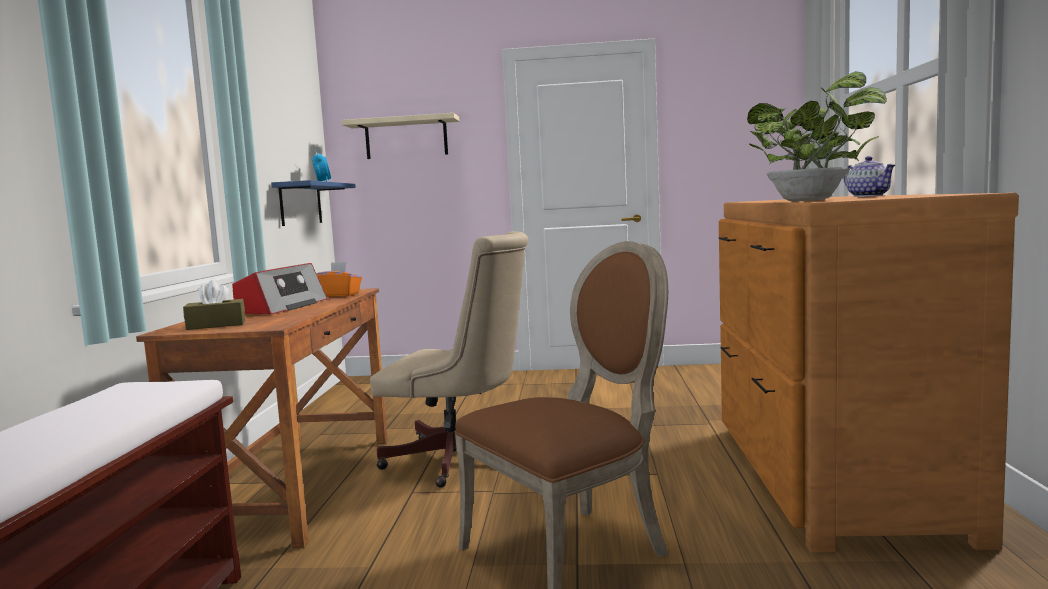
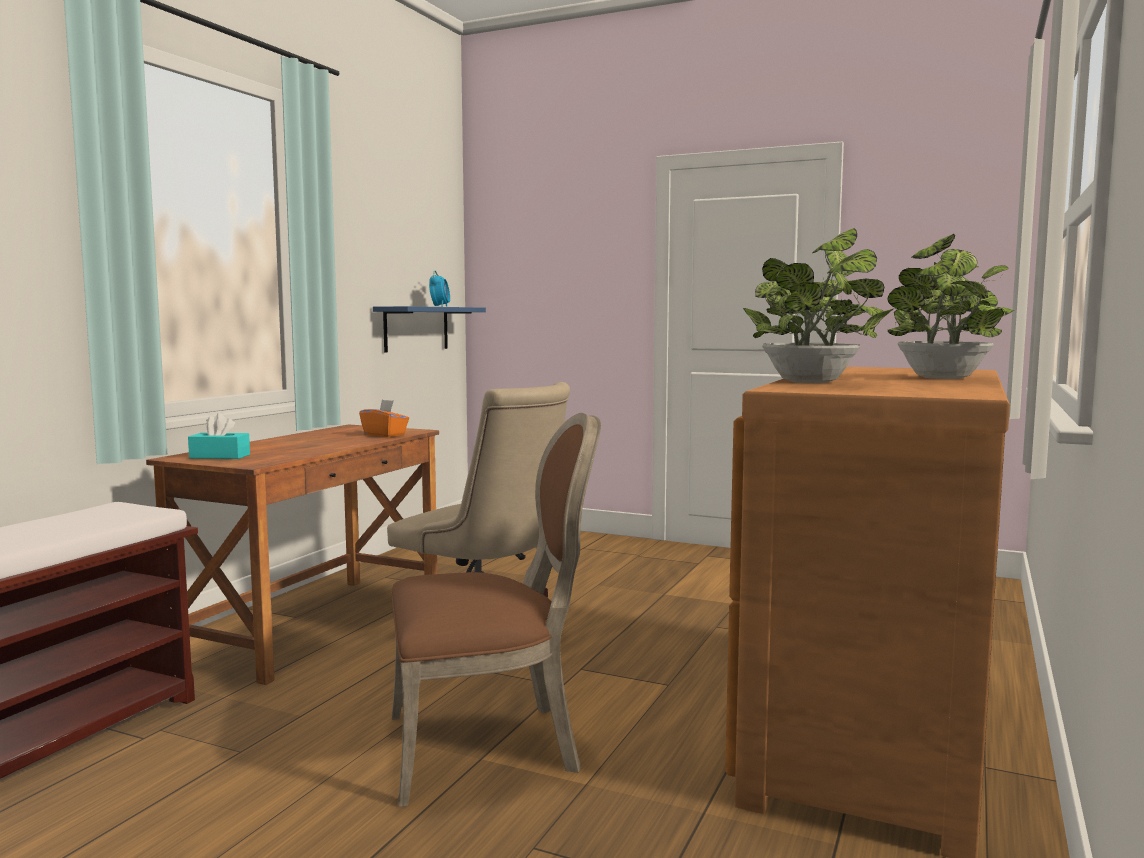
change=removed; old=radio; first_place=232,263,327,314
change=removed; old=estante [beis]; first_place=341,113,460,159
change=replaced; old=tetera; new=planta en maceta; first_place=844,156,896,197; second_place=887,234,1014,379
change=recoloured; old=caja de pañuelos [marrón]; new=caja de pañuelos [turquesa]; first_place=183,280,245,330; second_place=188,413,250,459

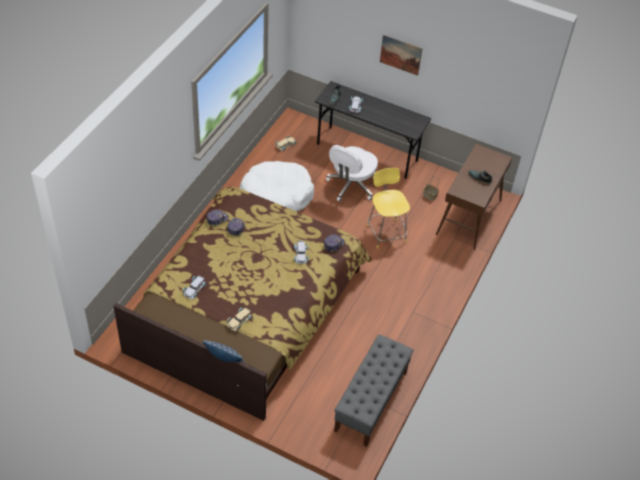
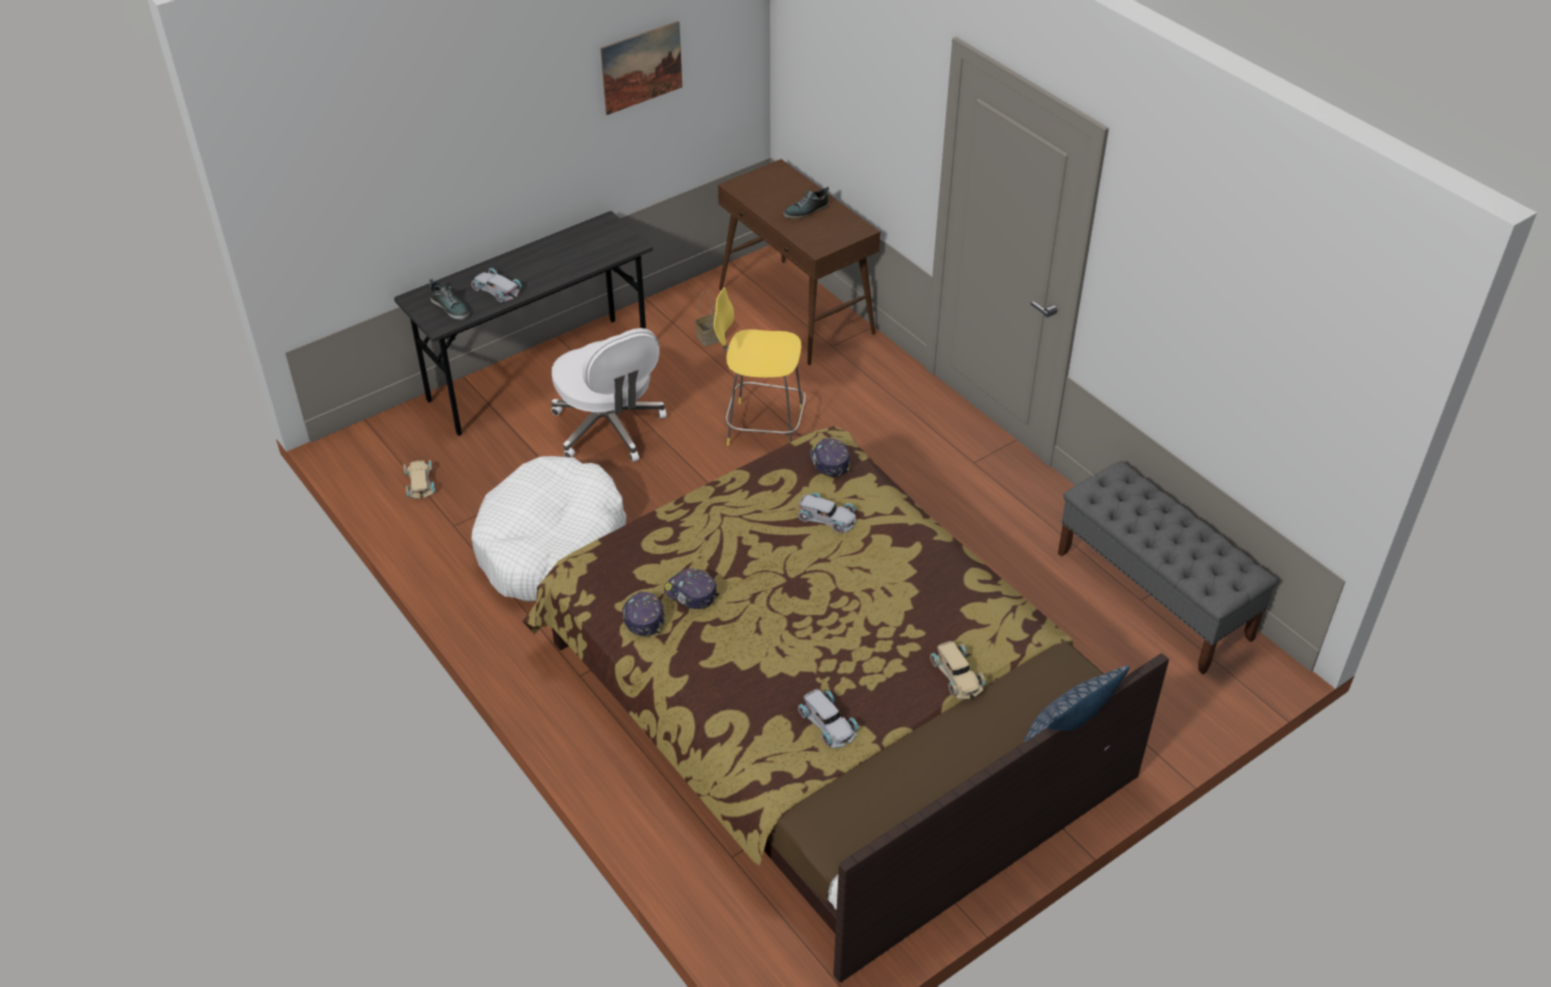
change=moved; old=cuadro; first_place=380,35,423,76; second_place=600,21,682,115

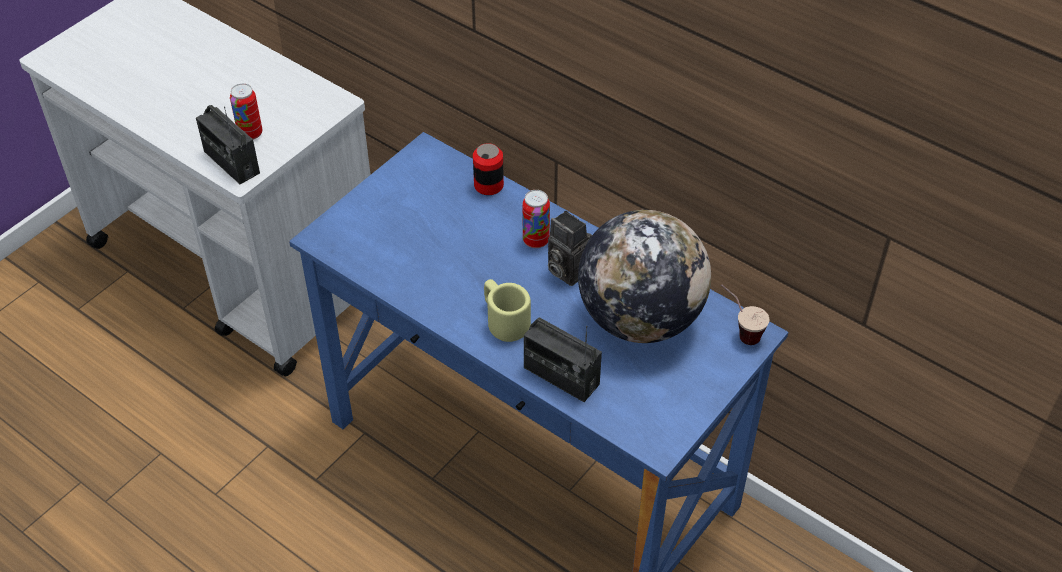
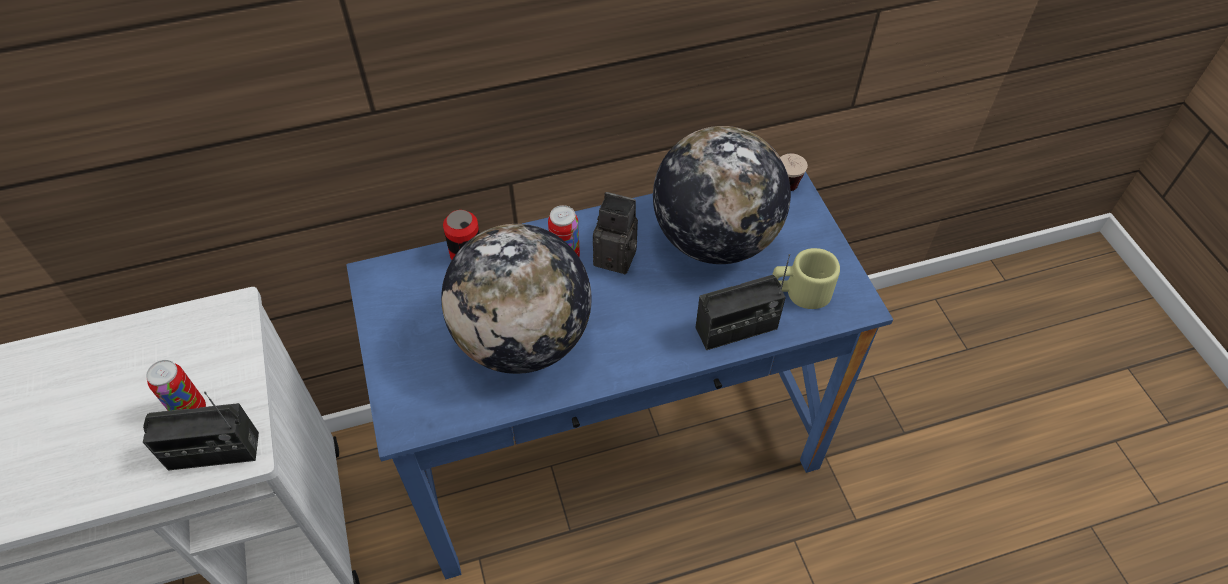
change=added; new=globo terráqueo; second_place=441,224,592,374
change=moved; old=taza grande [beis]; first_place=484,279,531,342; second_place=772,248,840,309
change=turned; old=cámara; first_place=548,211,592,286; second_place=593,192,638,274; degrees=-150

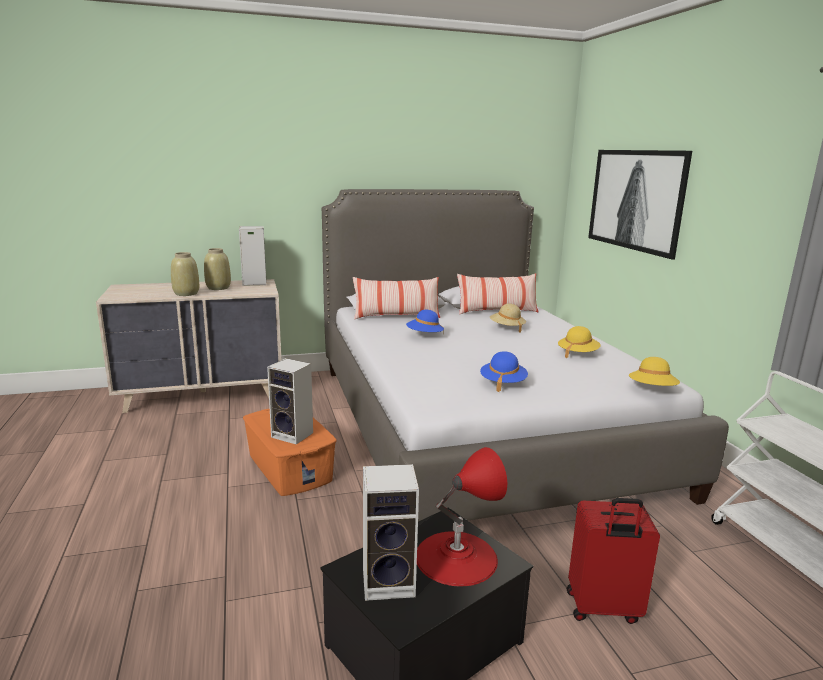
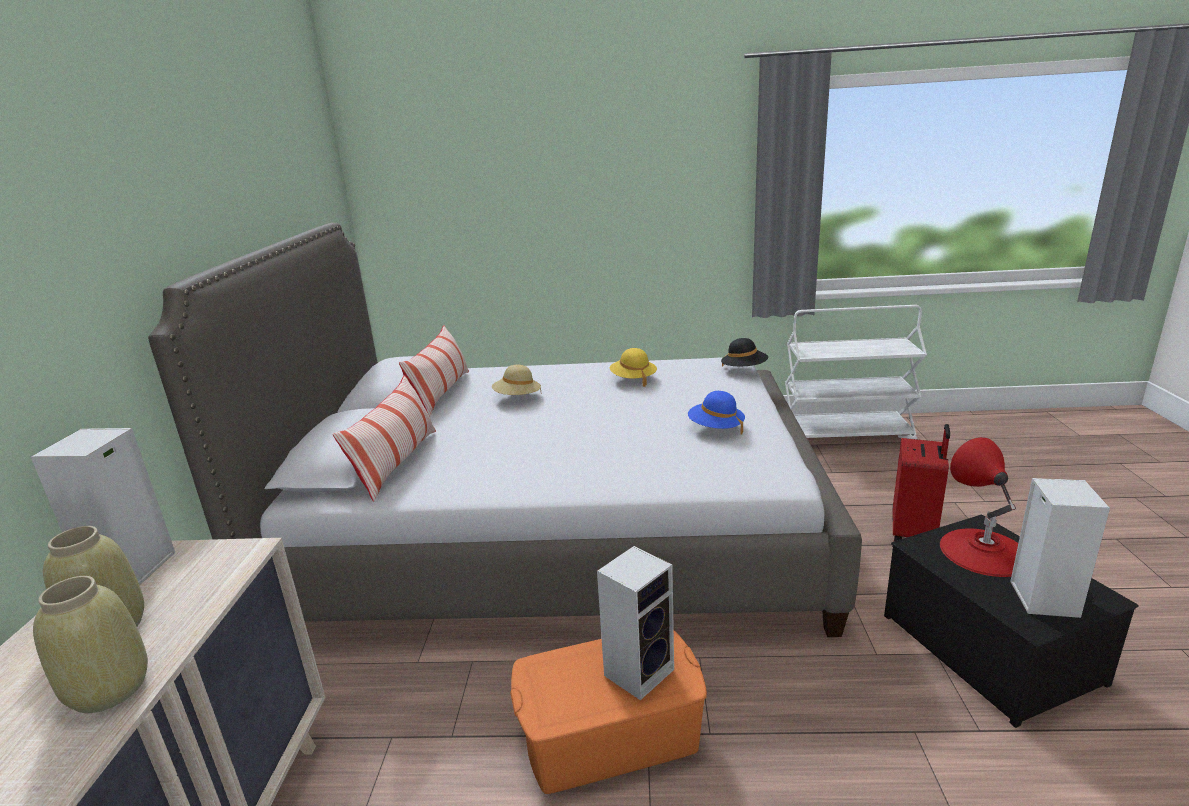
change=removed; old=sombrero [azul]; first_place=406,310,444,332
change=removed; old=cuadro; first_place=588,150,692,259
change=recoloured; old=sombrero [amarillo]; new=sombrero [negro]; first_place=629,357,680,386; second_place=721,338,768,367

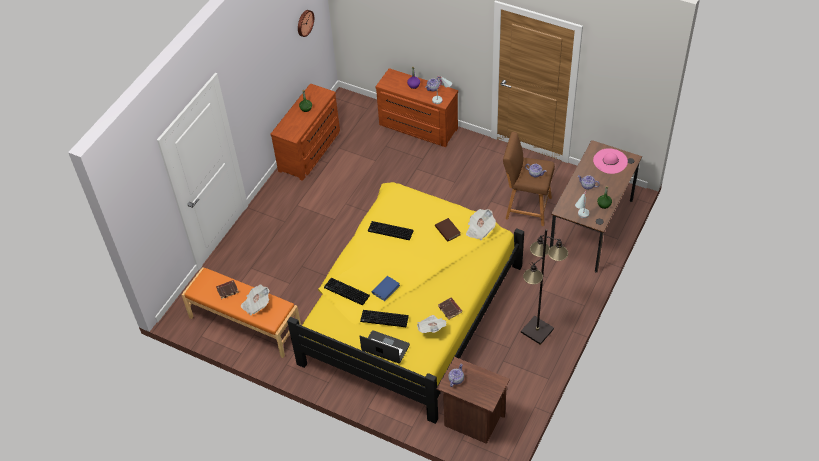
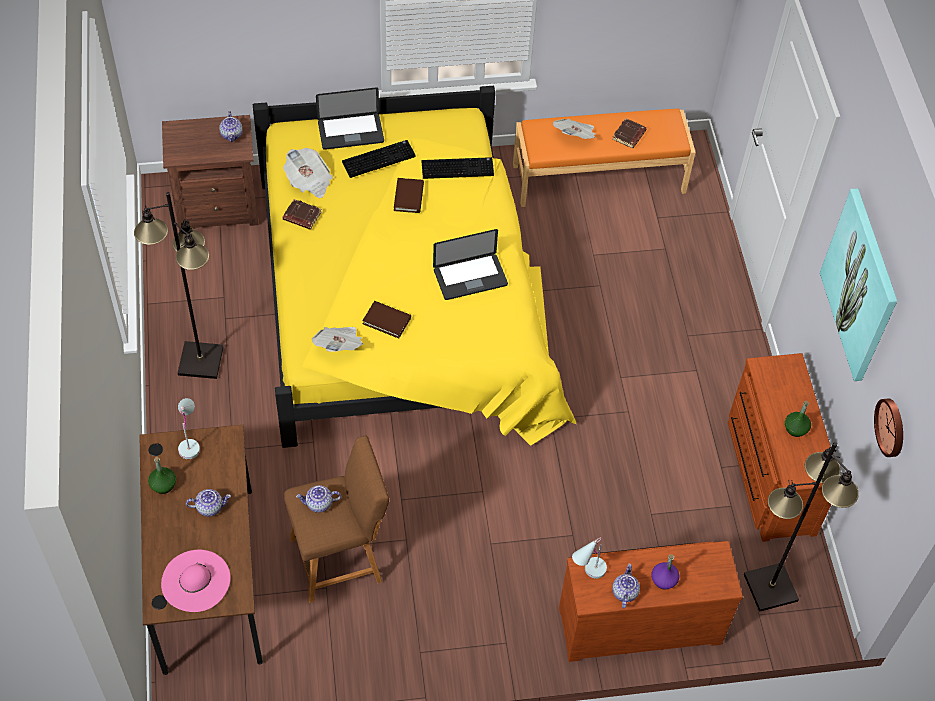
change=added; new=lámpara de pie [negro]; second_place=744,442,859,612
change=added; new=cuadro; second_place=820,188,897,381
change=replaced; old=teclado; new=portátil; first_place=368,221,413,240; second_place=433,229,508,300
change=recoloured; old=libro [azul]; new=libro [marrón]; first_place=372,276,400,301; second_place=394,178,424,213

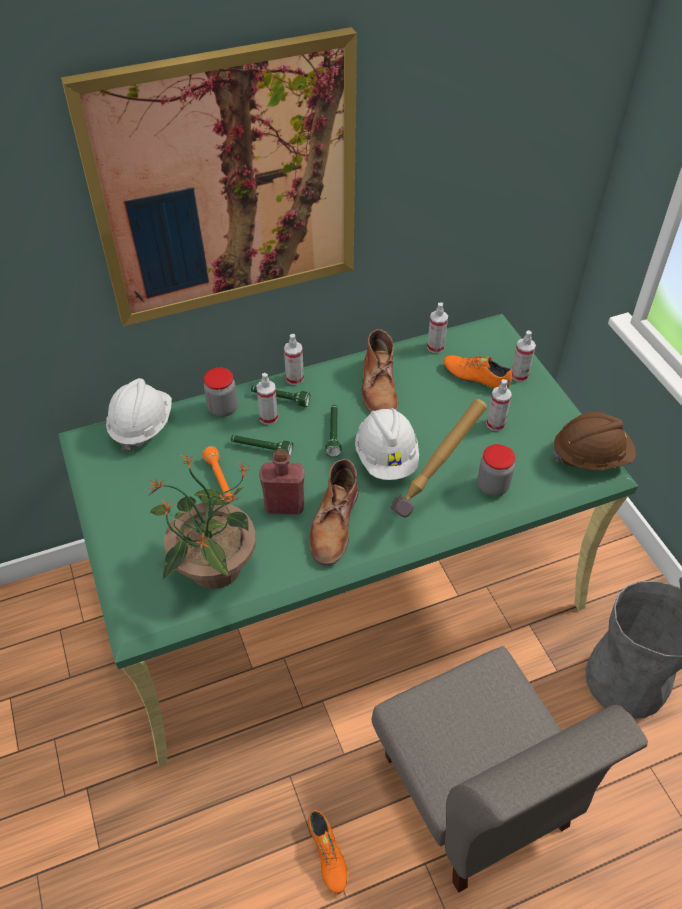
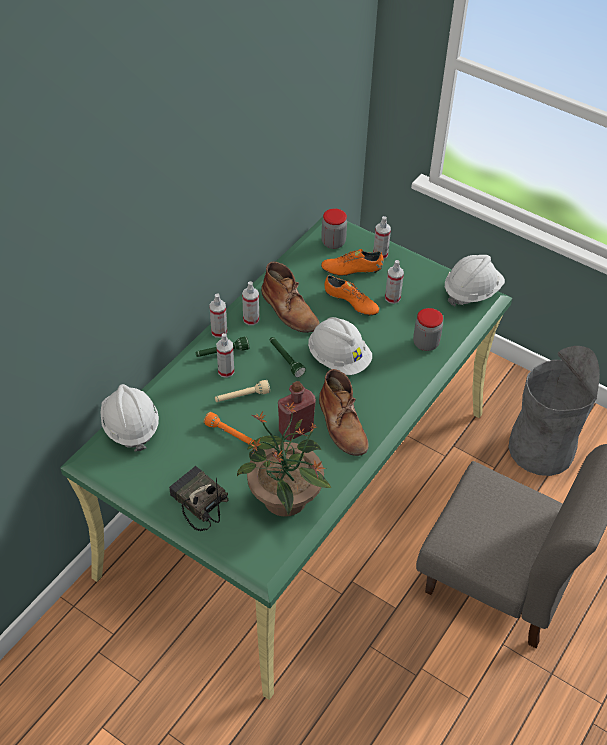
change=removed; old=cuadro; first_place=61,27,357,326
change=removed; old=martillo; first_place=391,399,487,518
change=added; new=radio; second_place=169,466,228,531
change=moved; old=tarro; first_place=204,368,238,417; second_place=321,208,347,249
change=moved; old=zapato [naranja]; first_place=308,810,347,894; second_place=324,275,379,316
change=moved; old=pulverizador; first_place=427,303,448,353; second_place=242,281,259,325
change=recoloured; old=linterna [verde]; new=linterna [beis]; first_place=231,435,293,457; second_place=215,380,270,402
change=recoloured; old=casco [marrón]; new=casco [blanco]; first_place=552,412,636,470; second_place=445,255,505,306

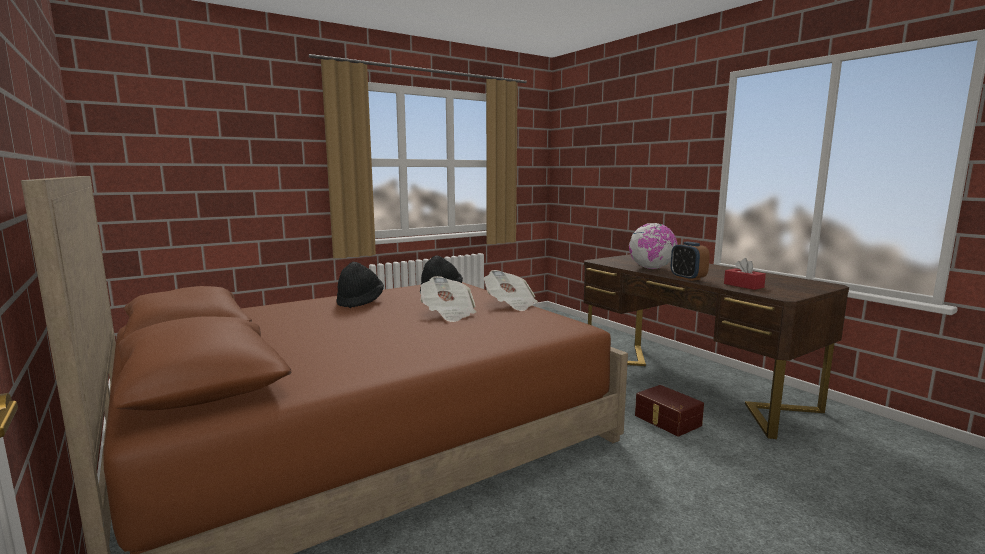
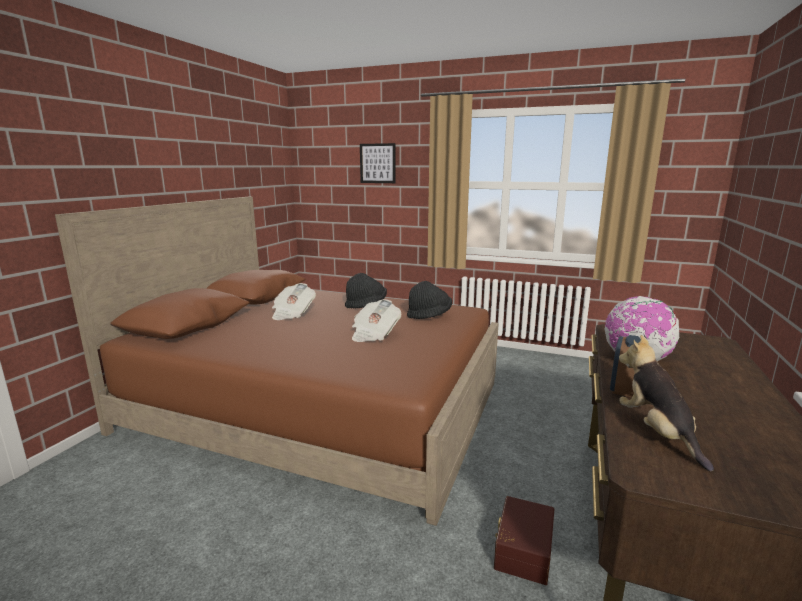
change=added; new=cuadro; second_place=360,143,396,183
change=moved; old=periódico; first_place=484,270,538,311; second_place=272,283,316,320
change=replaced; old=caja de pañuelos [rojo]; new=peluche; first_place=724,258,766,290; second_place=619,335,714,472

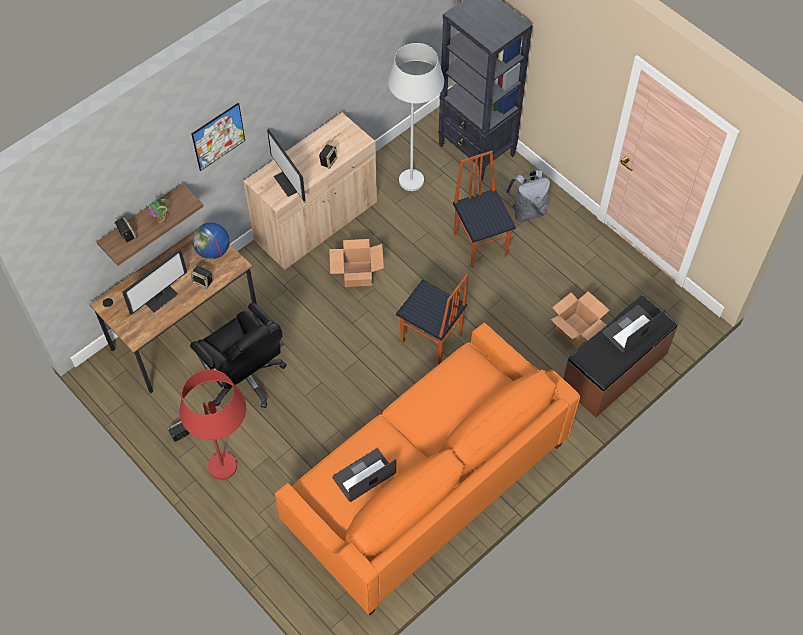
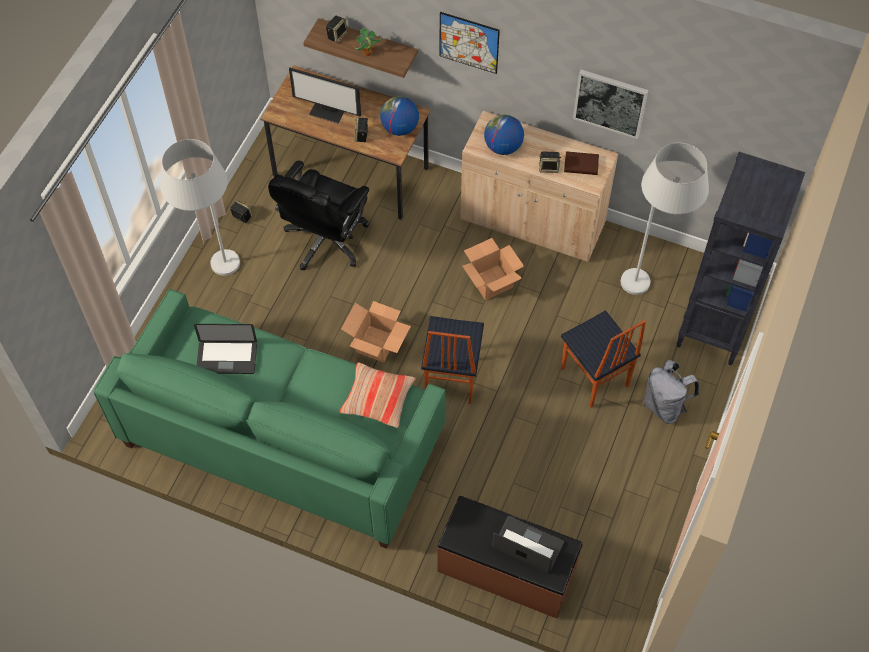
change=added; new=cojín; second_place=339,362,416,428
change=added; new=libro [marrón]; second_place=564,151,599,175
change=added; new=cuadro; second_place=573,69,648,139
change=moved; old=caja de cartón; first_place=550,291,610,348; second_place=341,301,411,363
change=replaced; old=monitor; new=globo terráqueo; first_place=267,129,306,201; second_place=484,115,524,155
change=recoloured; old=lámpara de pie [rojo]; new=lámpara de pie [blanco]; first_place=180,369,246,480; second_place=160,139,240,276
change=recoloured; old=sofá [naranja]; new=sofá [verde]; first_place=274,322,580,615; second_place=94,289,446,548
change=turned; old=portátil; first_place=332,449,396,502; second_place=194,324,257,374; degrees=150
change=turned; old=silla; first_place=453,151,516,268; second_place=561,310,646,408; degrees=105

